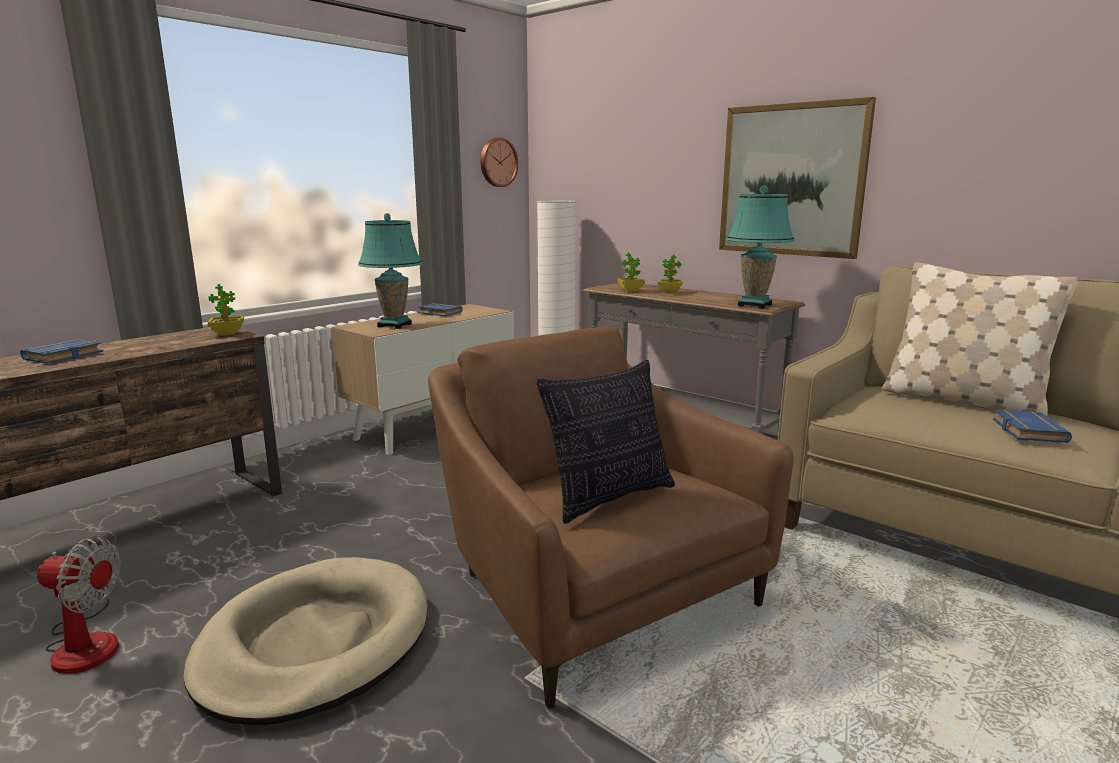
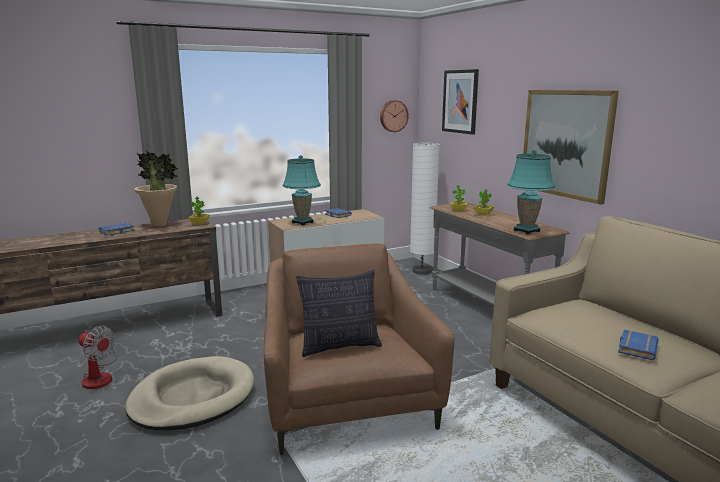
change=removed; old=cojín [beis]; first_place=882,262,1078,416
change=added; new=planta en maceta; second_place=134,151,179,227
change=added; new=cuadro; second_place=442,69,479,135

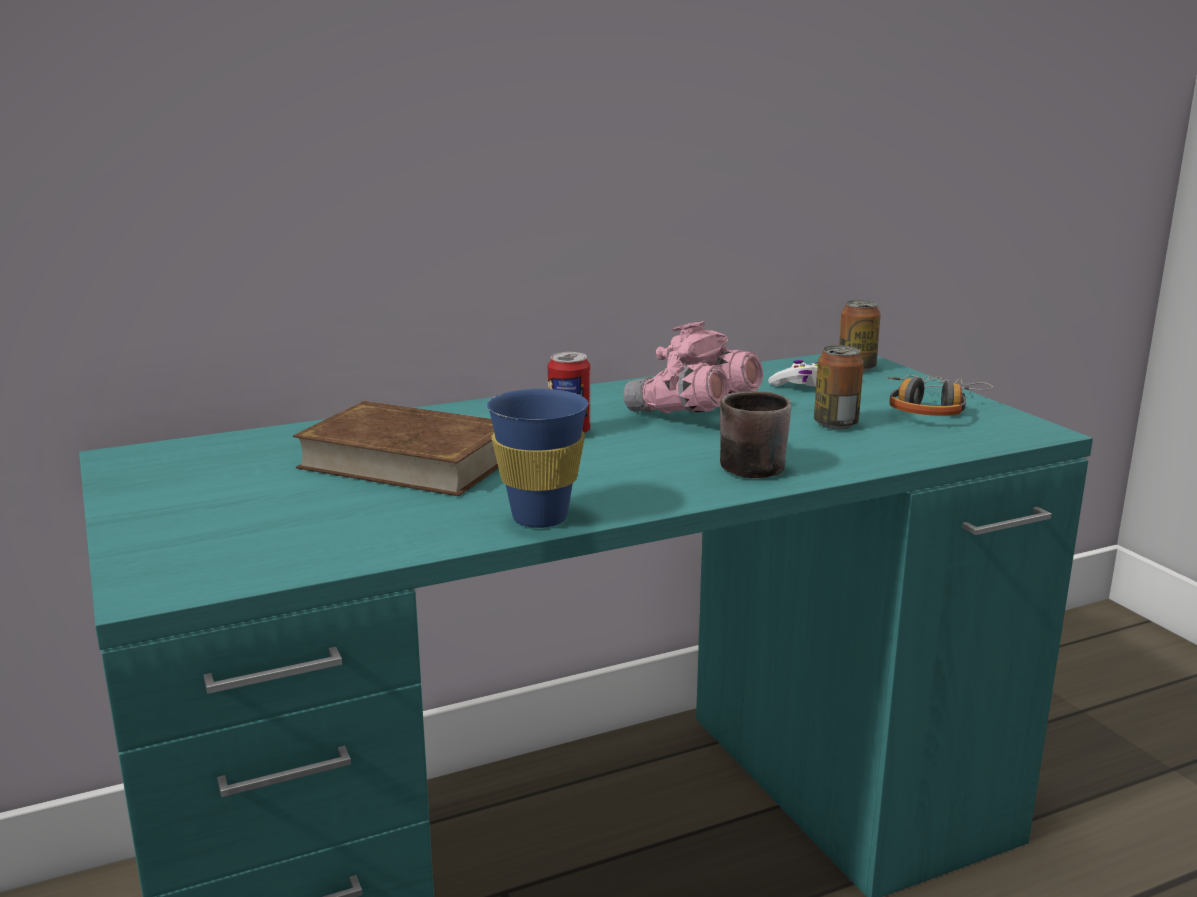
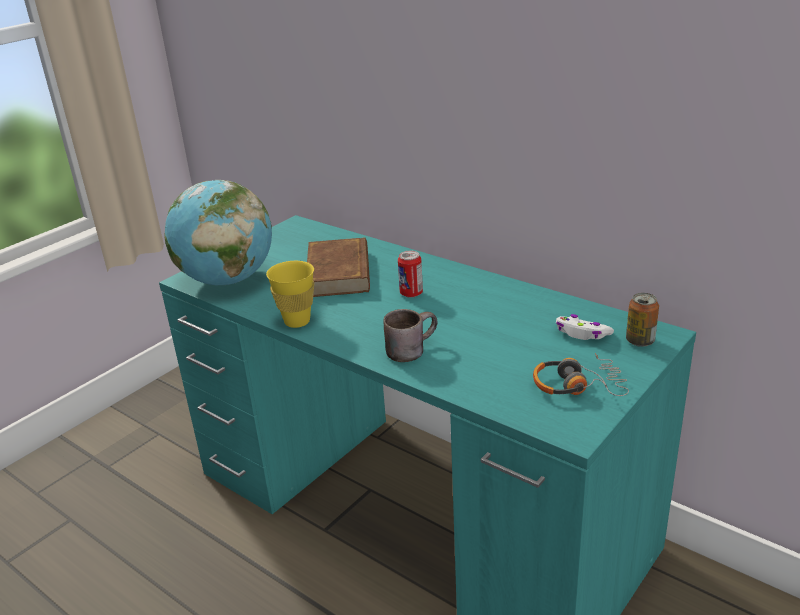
change=removed; old=prismáticos [rosa]; first_place=623,321,763,414
change=removed; old=lata; first_place=814,345,864,429
change=added; new=globo terráqueo; second_place=164,180,272,285
change=recoloured; old=taza [azul]; new=taza [amarillo]; first_place=487,389,588,528; second_place=266,261,314,328

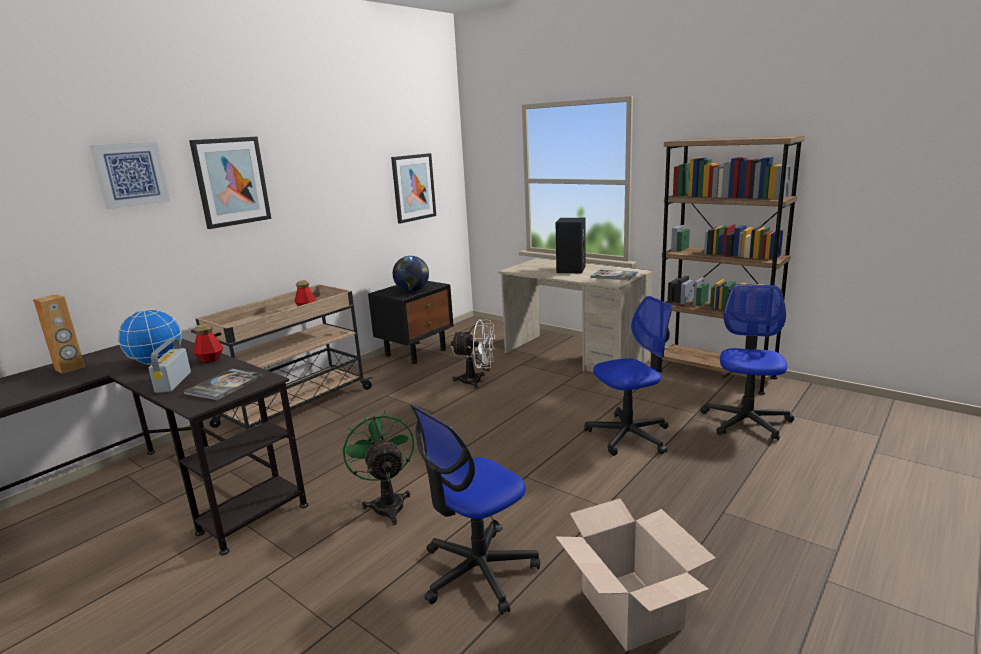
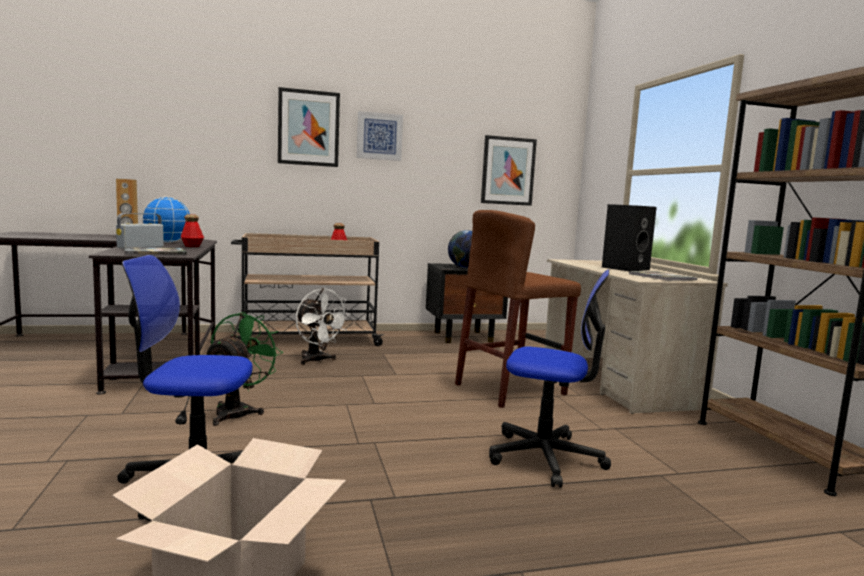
change=removed; old=silla de oficina; first_place=701,284,794,440
change=added; new=taburete [marrón]; second_place=455,210,581,408
change=moved; old=cuadro; first_place=90,142,170,209; second_place=357,111,403,161
change=moved; old=ventilador [blanco]; first_place=451,319,495,389; second_place=295,288,351,365

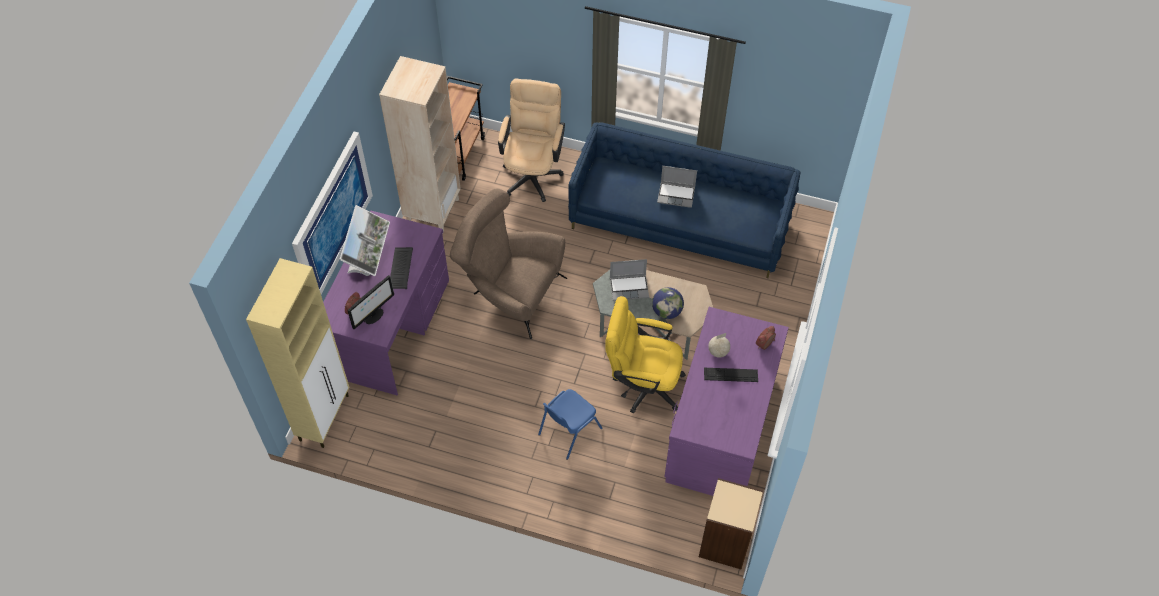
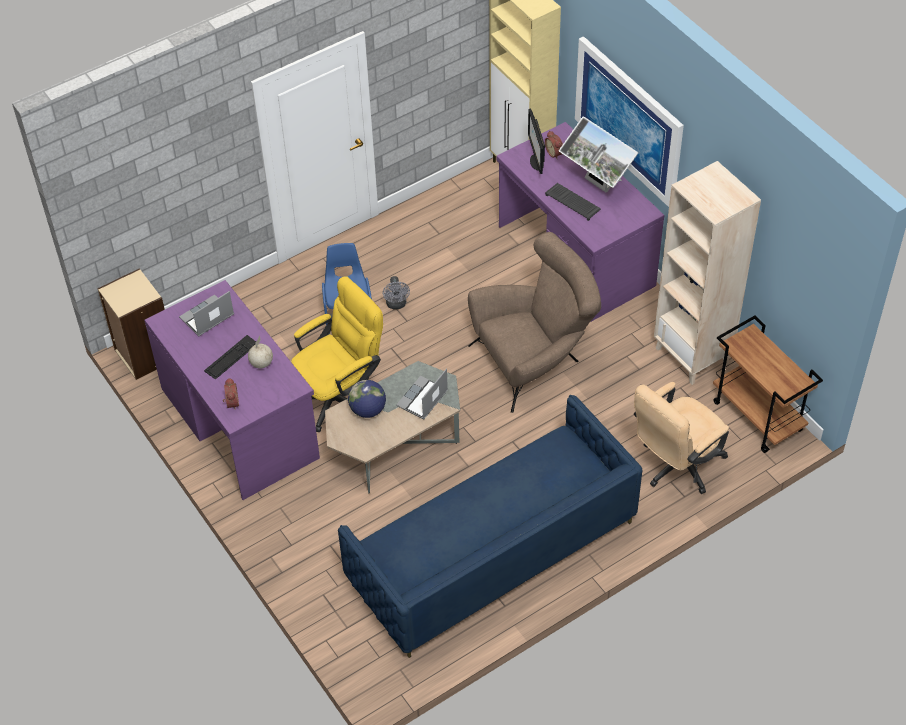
change=added; new=ventilador [gris]; second_place=383,276,410,309
change=moved; old=portátil; first_place=657,166,697,208; second_place=179,291,234,336
change=turned; old=silla de oficina [beis]; first_place=498,78,565,202; second_place=634,382,729,494; degrees=90

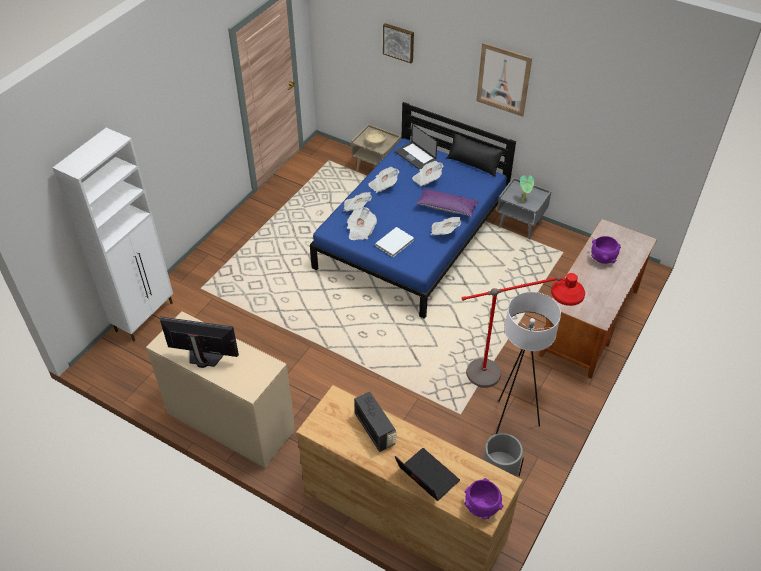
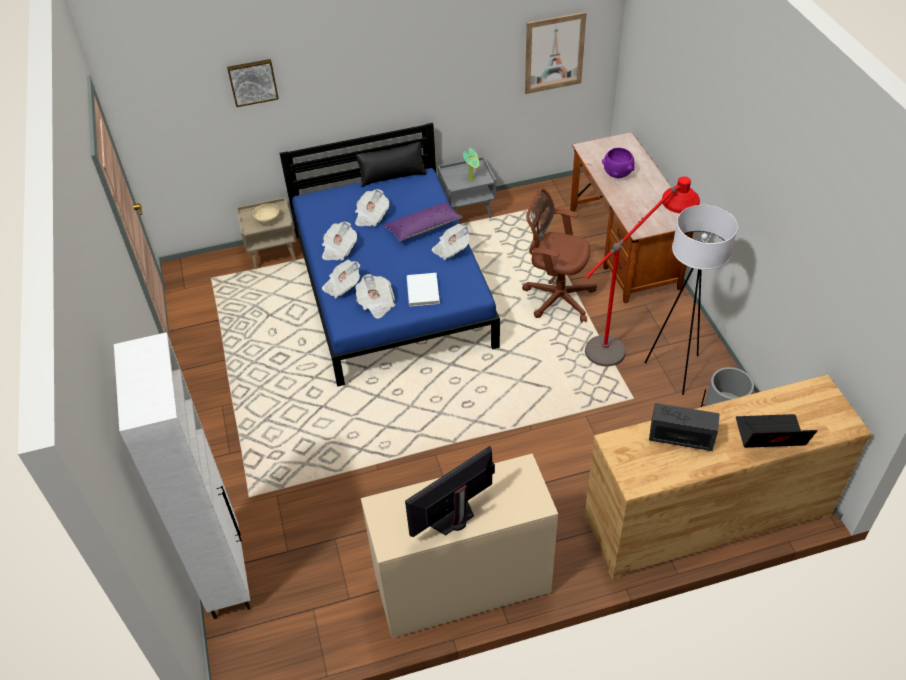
change=removed; old=portátil; first_place=395,124,437,170
change=removed; old=cuenco [morado]; first_place=464,478,503,519
change=added; new=silla de oficina [marrón]; second_place=522,188,597,323
change=moved; old=cuadro; first_place=476,43,532,117; second_place=525,12,587,94

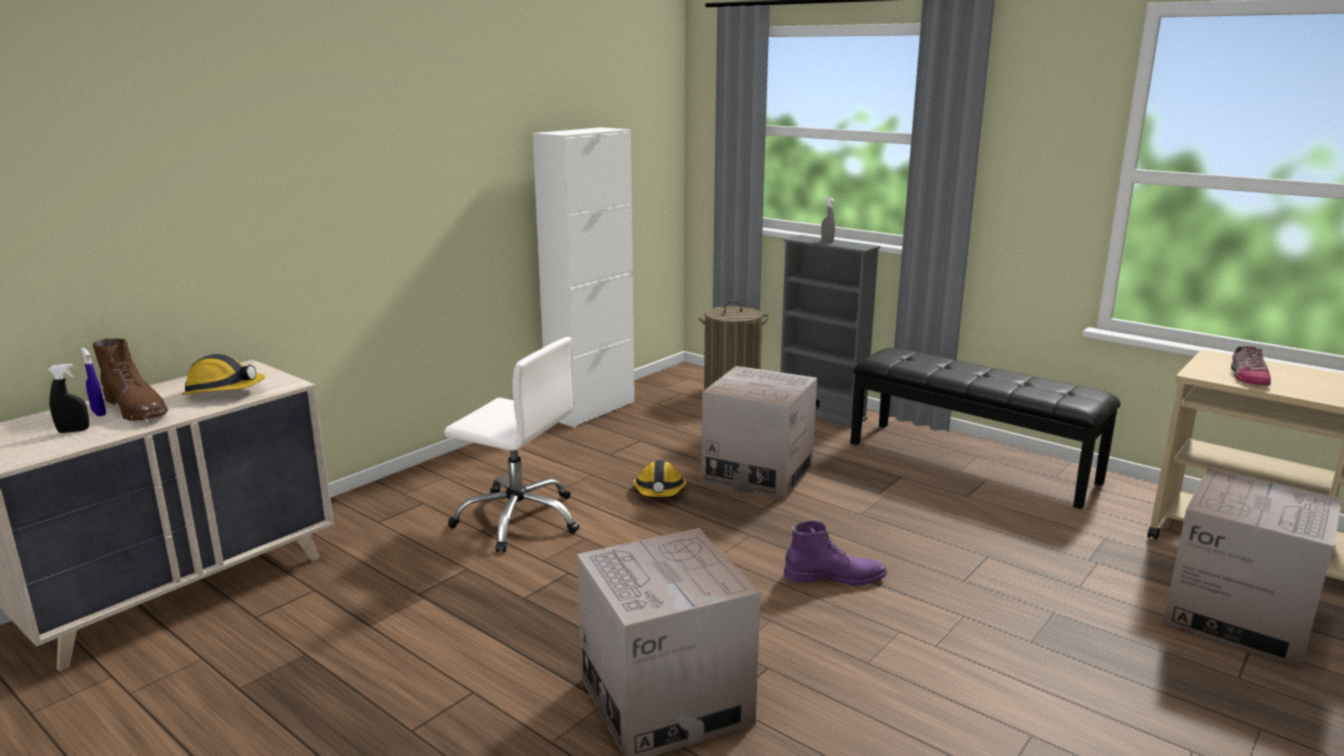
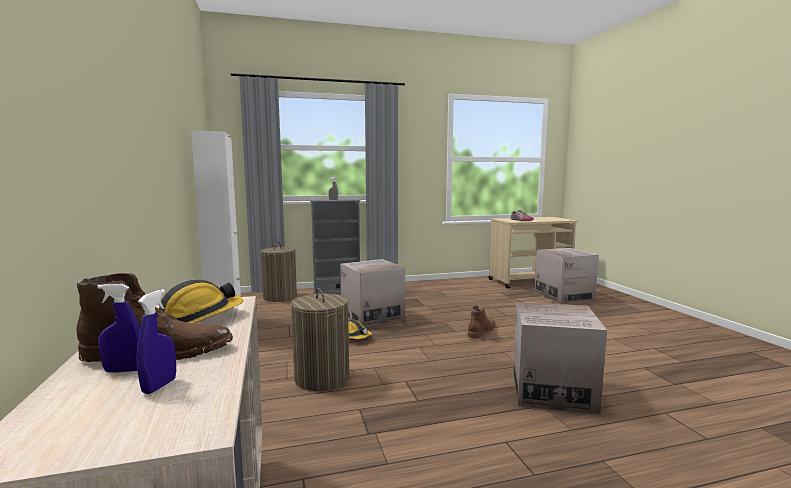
change=removed; old=banco [negro]; first_place=851,348,1121,509
change=replaced; old=silla de oficina [blanco]; new=cesto de la ropa; first_place=444,337,580,552; second_place=291,288,349,391
change=recoloured; old=pulverizador [negro]; new=pulverizador [azul]; first_place=48,364,89,433; second_place=137,289,176,394
change=recoloured; old=bota [morado]; new=bota [marrón]; first_place=783,521,887,586; second_place=467,305,495,339

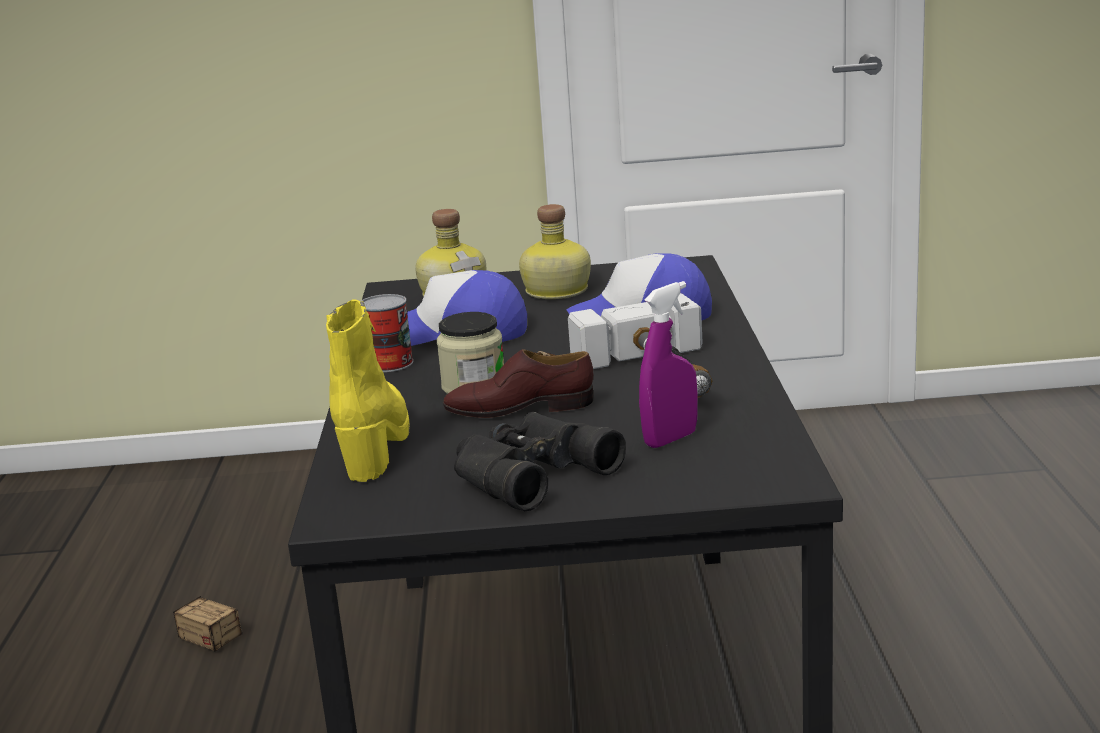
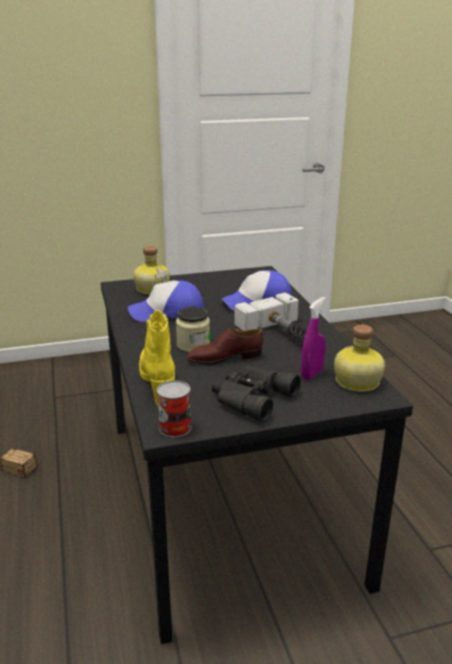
change=moved; old=lata; first_place=360,294,413,372; second_place=157,381,192,437
change=moved; old=botella; first_place=519,204,591,299; second_place=334,325,385,392

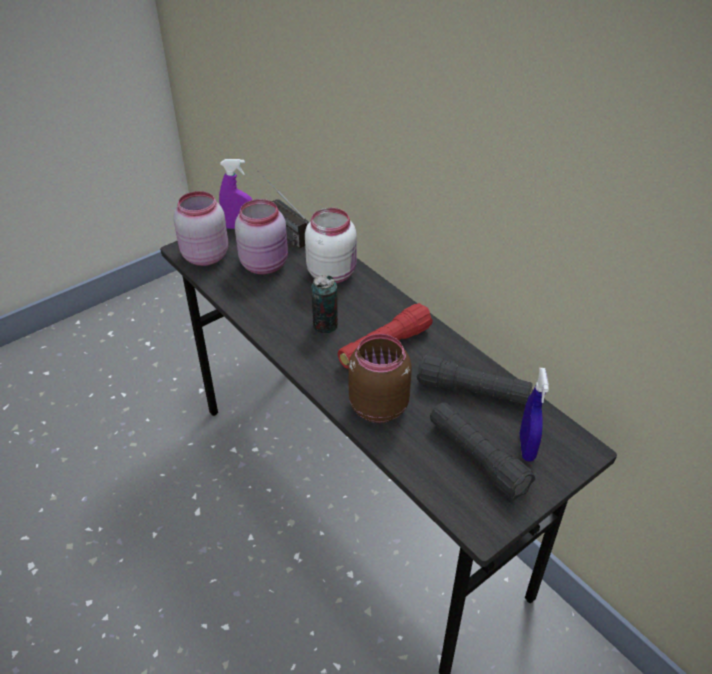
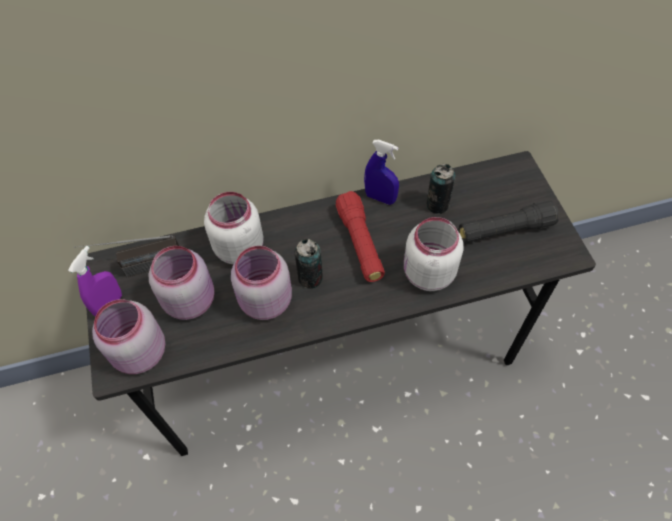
change=added; new=tarro [rosa]; second_place=231,246,292,320
change=moved; old=pulverizador [azul]; first_place=520,368,549,462; second_place=364,140,399,205
change=replaced; old=linterna [negro]; new=lata; first_place=417,354,533,405; second_place=426,164,456,214
change=recoloured; old=tarro [marrón]; new=tarro [blanco]; first_place=348,334,412,423; second_place=404,217,464,291

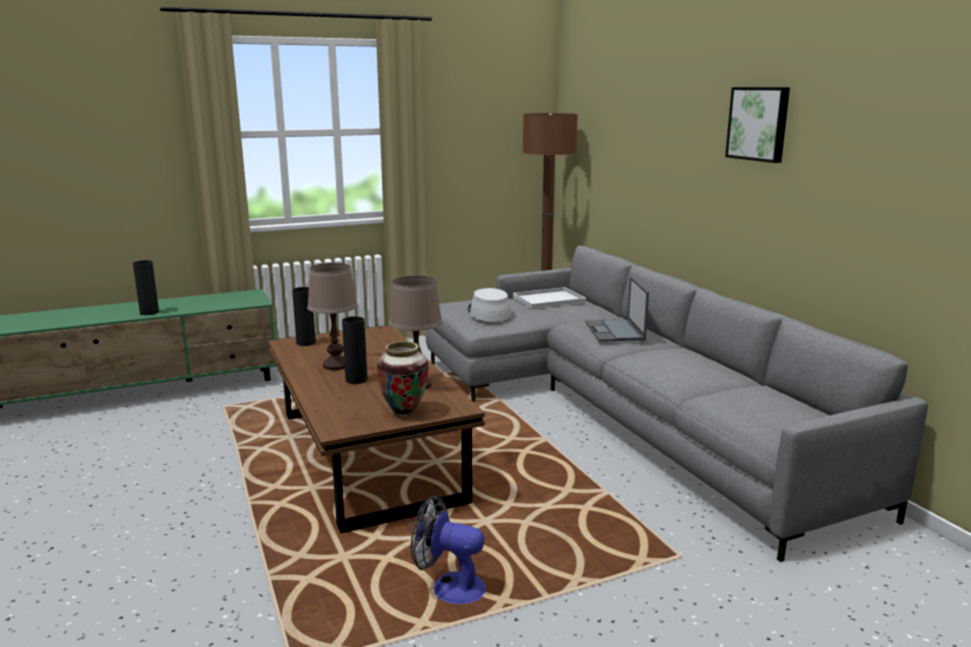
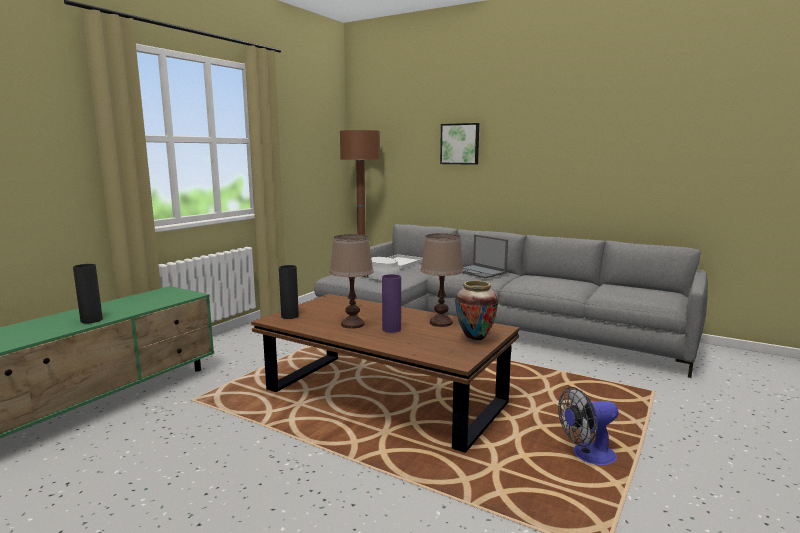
change=moved; old=cuadro; first_place=725,87,790,163; second_place=440,123,479,165
change=recoloured; old=florero [negro]; new=florero [morado]; first_place=342,316,367,384; second_place=382,274,401,333

